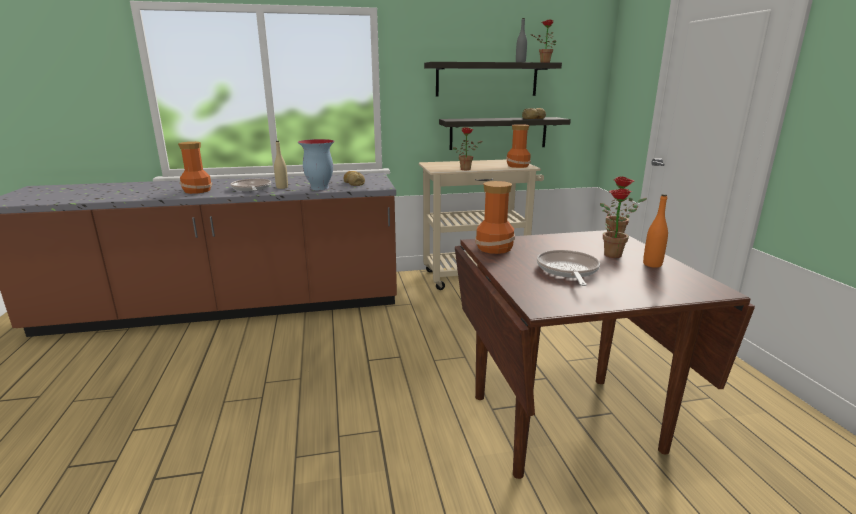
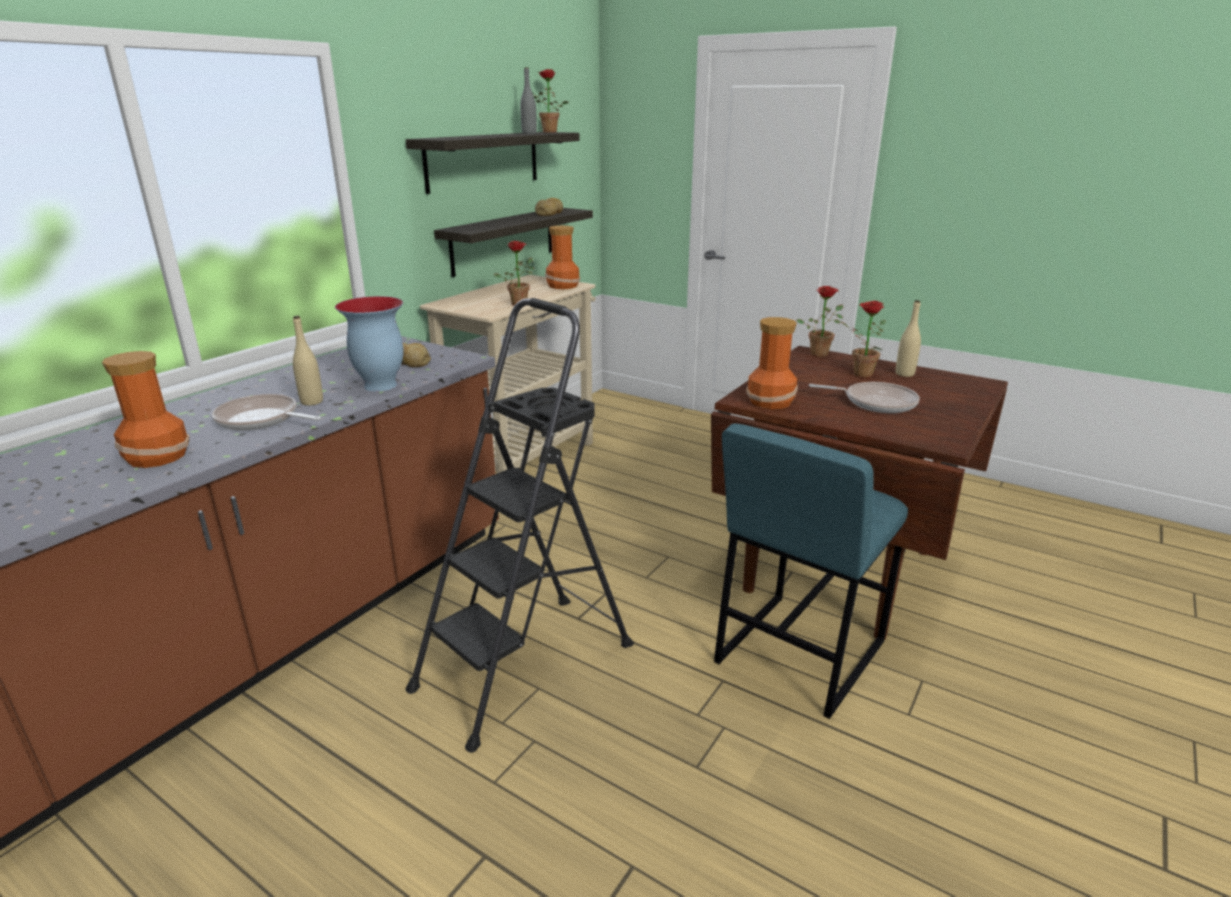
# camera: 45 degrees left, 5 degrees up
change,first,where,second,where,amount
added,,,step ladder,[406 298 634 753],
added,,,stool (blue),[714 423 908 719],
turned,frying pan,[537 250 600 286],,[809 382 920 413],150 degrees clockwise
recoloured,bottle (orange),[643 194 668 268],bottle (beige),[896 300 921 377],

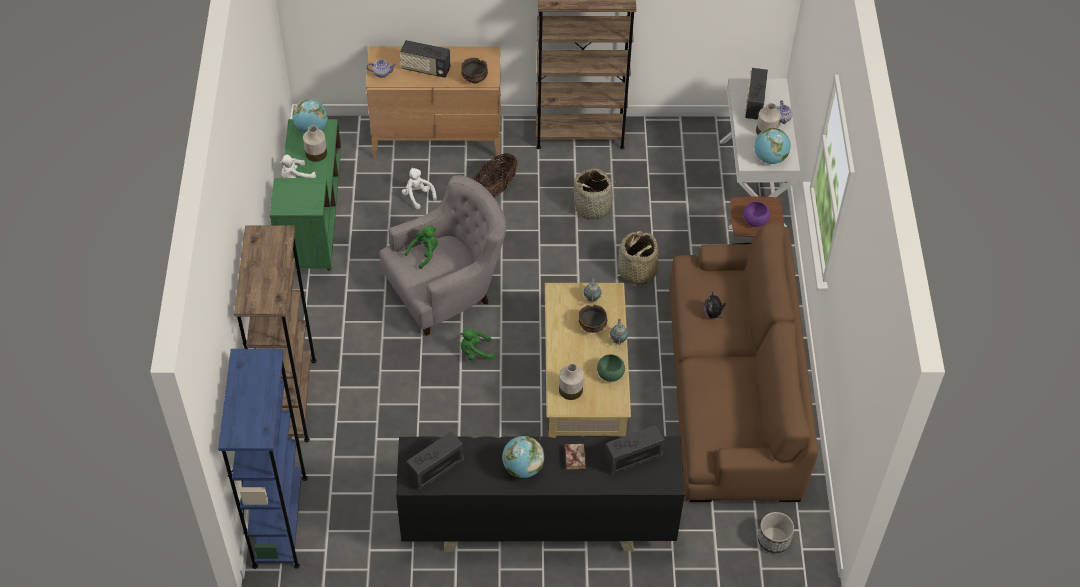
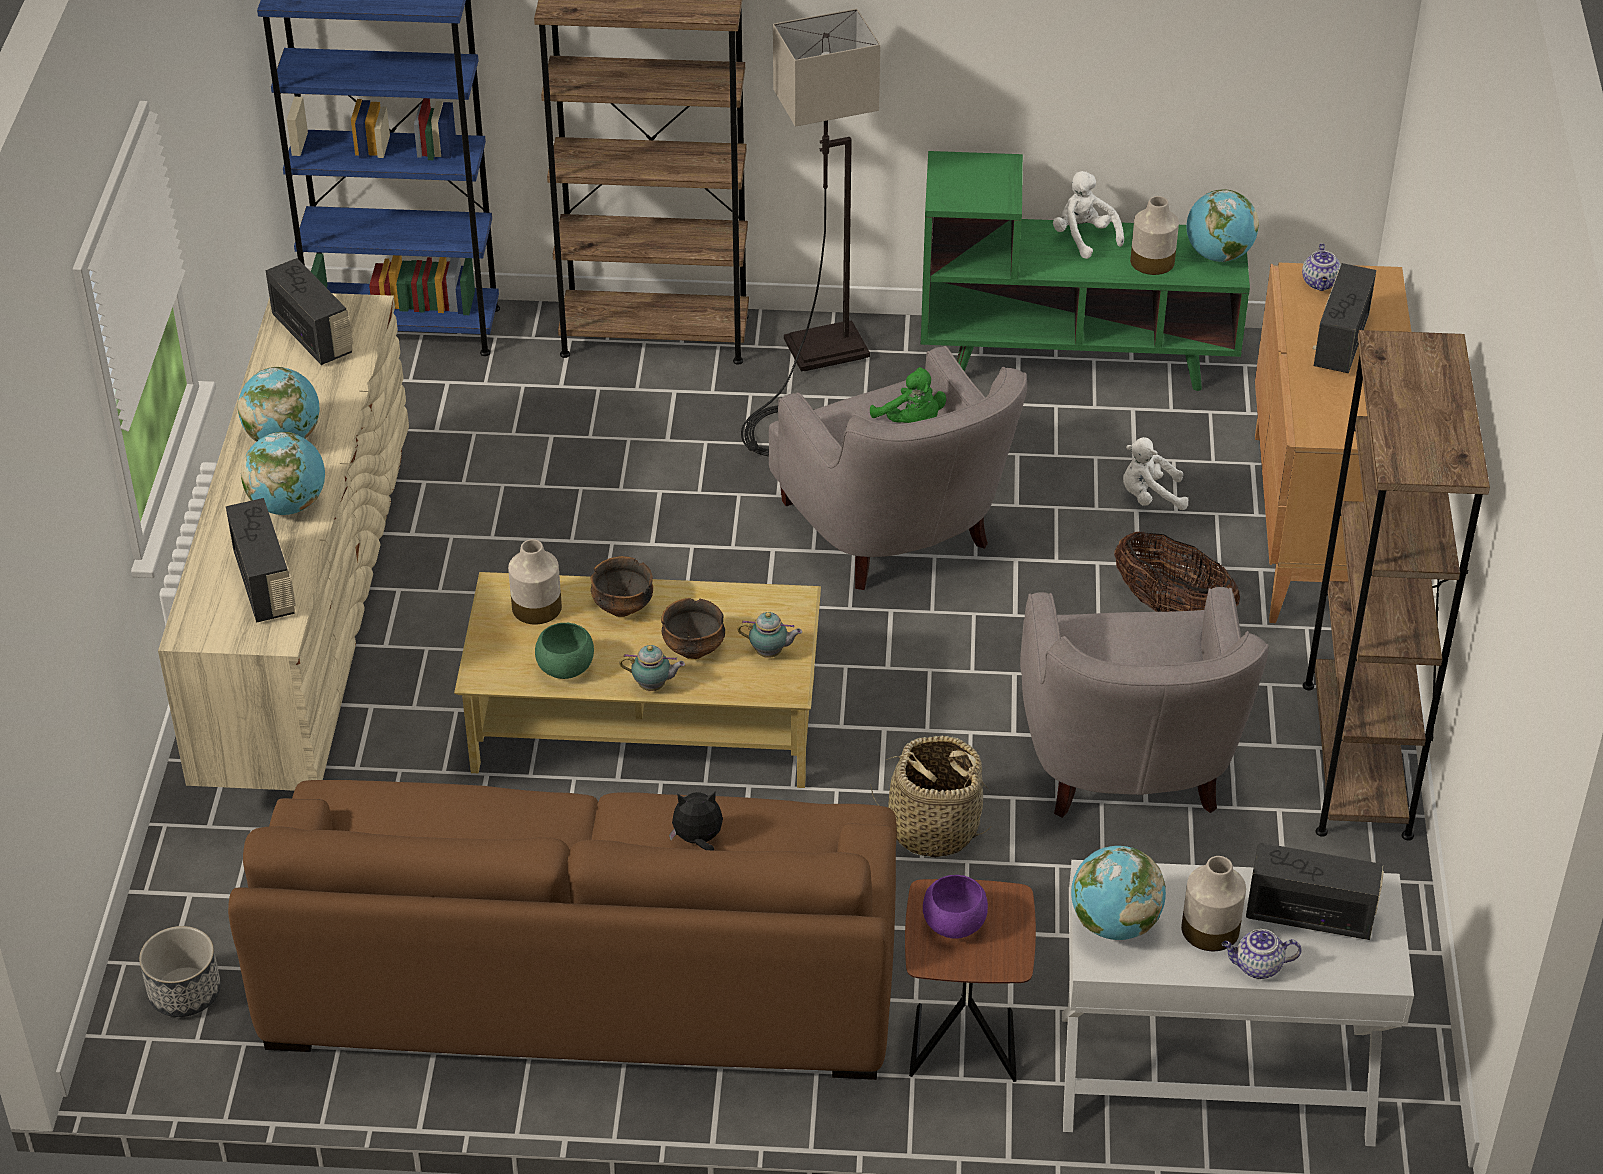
# camera: 95 degrees right, 10 degrees down
change,first,where,second,where,amount
recoloured,cabinet (black),[396 436 684 552],cabinet (beige),[158 293 409 791],
replaced,book,[565 444 586 470],globe,[241 432 325 515],
moved,bowl,[461 58 488 84],,[591 556 653 617],
added,,,floor lamp,[741 8 880 456],
replaced,basket,[570 168 616 220],armchair (grey),[1020 587 1269 818],
turned,plush toy (white),[402 168 437 209],,[1123 437 1189 510],150 degrees counterclockwise
removed,plush toy (green),[460 328 494 361],,,

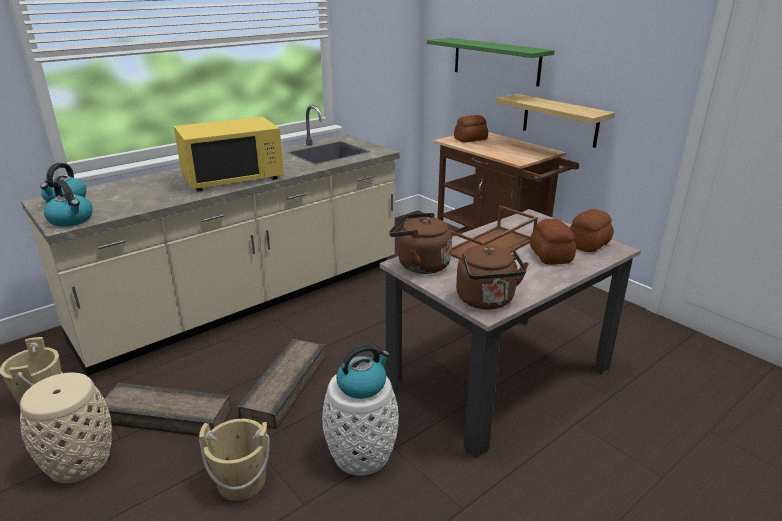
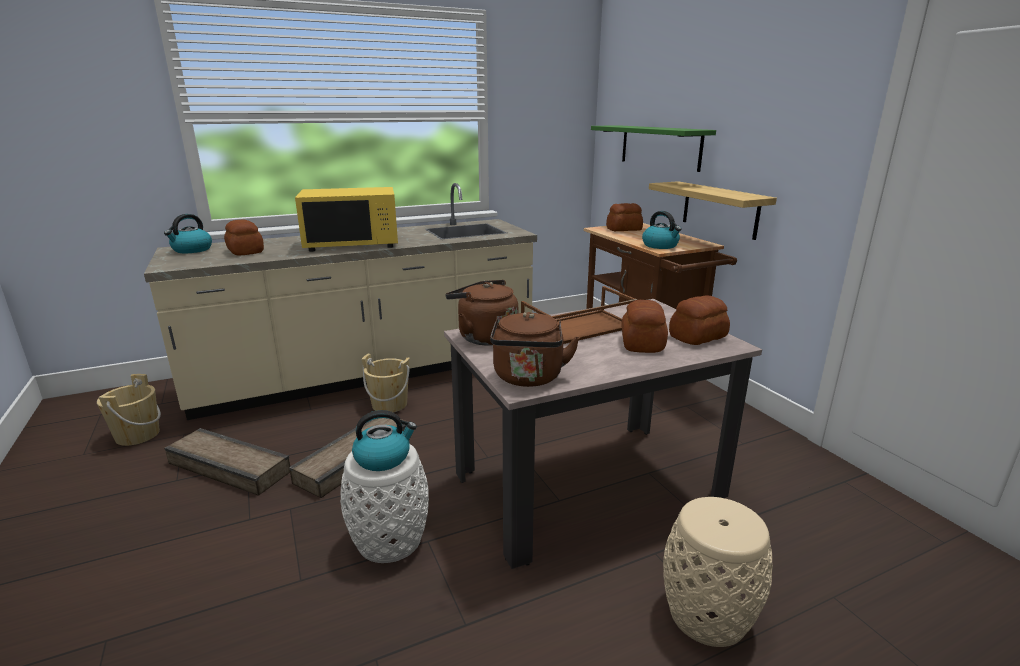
# camera: 15 degrees right, 5 degrees down
change,first,where,second,where,amount
added,,,bread,[224 219 264 255],
moved,bucket (beige),[199 419 270 501],,[362 353 409 412],
moved,kettle,[44 180 93 227],,[642 211 682 249],
moved,stool (beige),[20 373 112 483],,[663 497 773 647],

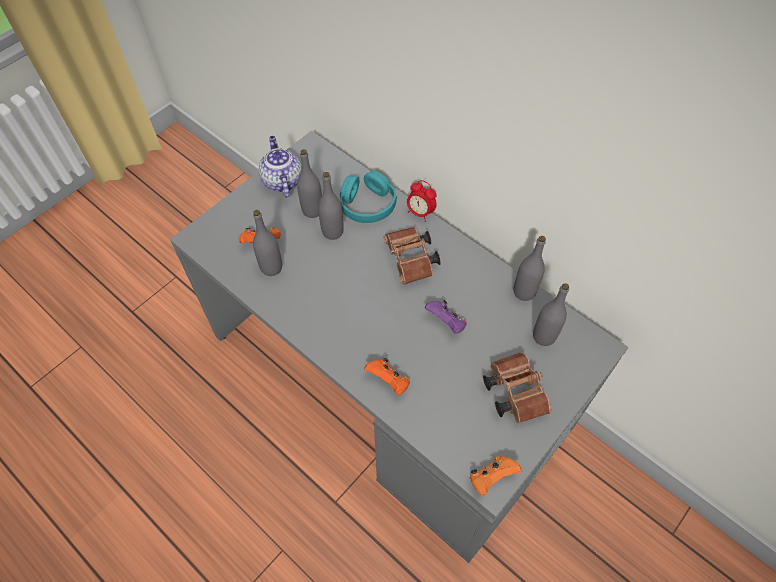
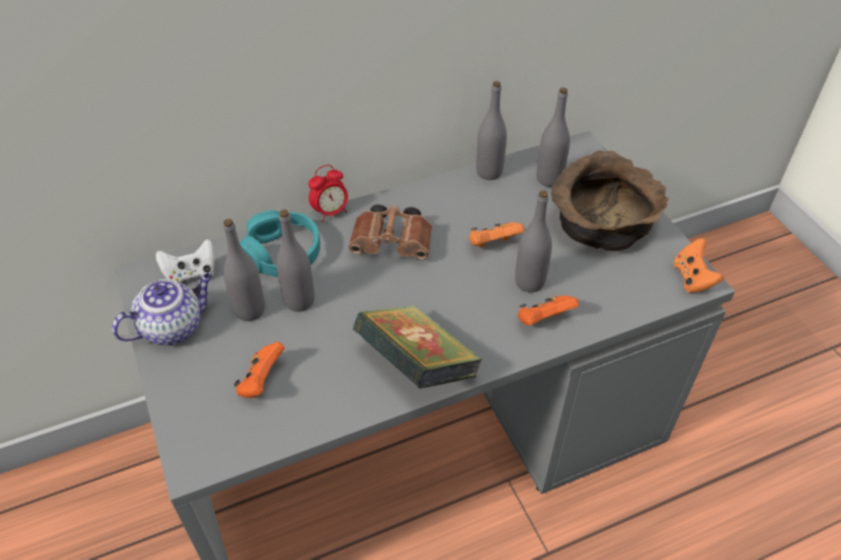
# camera: 65 degrees left, 10 degrees down
change,first,where,second,where,amount
turned,teapot,[259 136 302 198],,[112 273 212 345],135 degrees clockwise
added,,,game controller (white),[156 239 215 283],
added,,,book,[353 305 483 389],
recoloured,game controller (purple),[425 300 467 334],game controller (orange),[469 222 524 248],
moved,bottle (grey),[253 210 282 276],,[515 190 552 292],
replaced,binoculars (brown),[483 352 552 423],bowl (brown),[551 150 669 251],

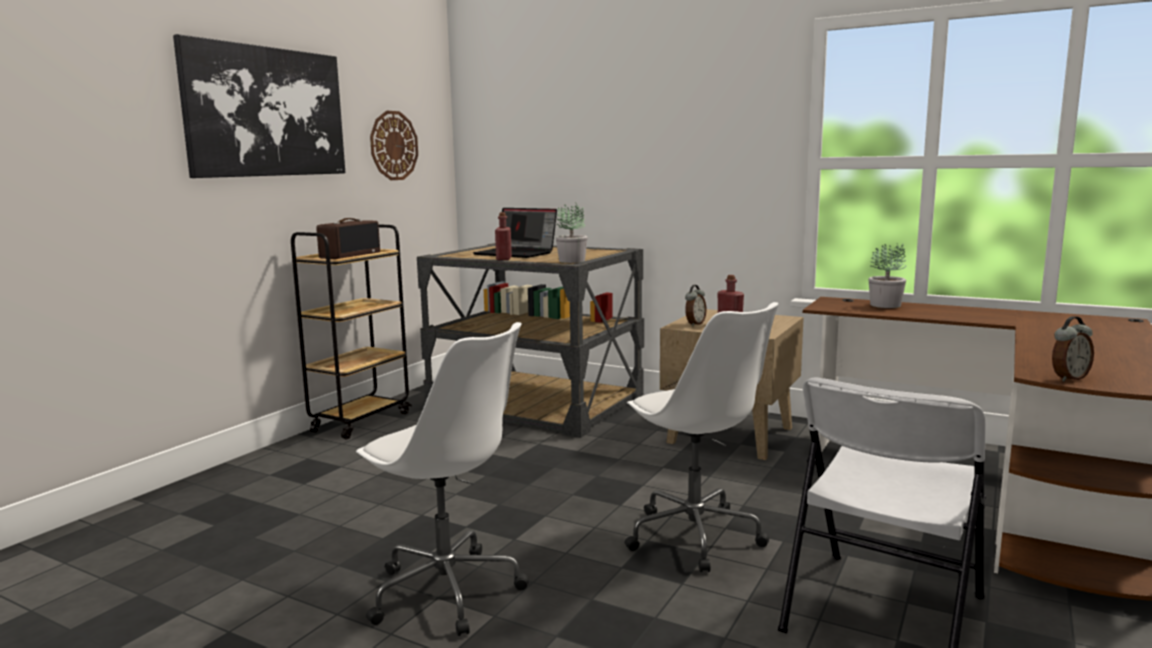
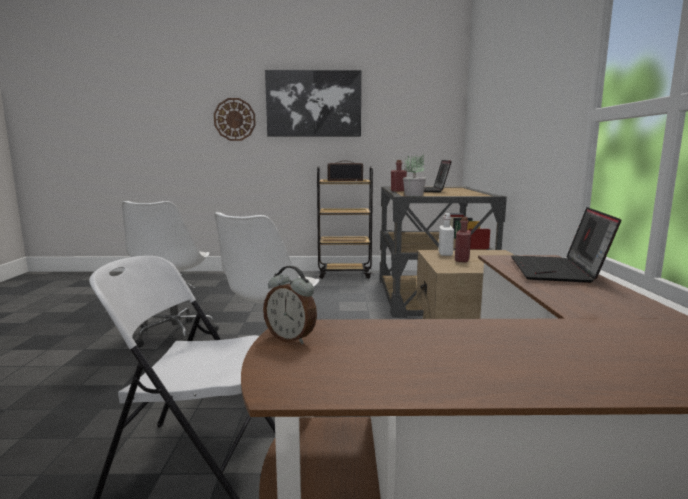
# camera: 60 degrees right, 0 degrees up
change,first,where,second,where,amount
moved,wall clock,[370 111 418 180],,[214 98 256 141],
replaced,alarm clock,[685 285 706 326],bottle (white),[438 213 454 256],
replaced,potted plant,[868 243 907 308],laptop,[511 207 621 283],

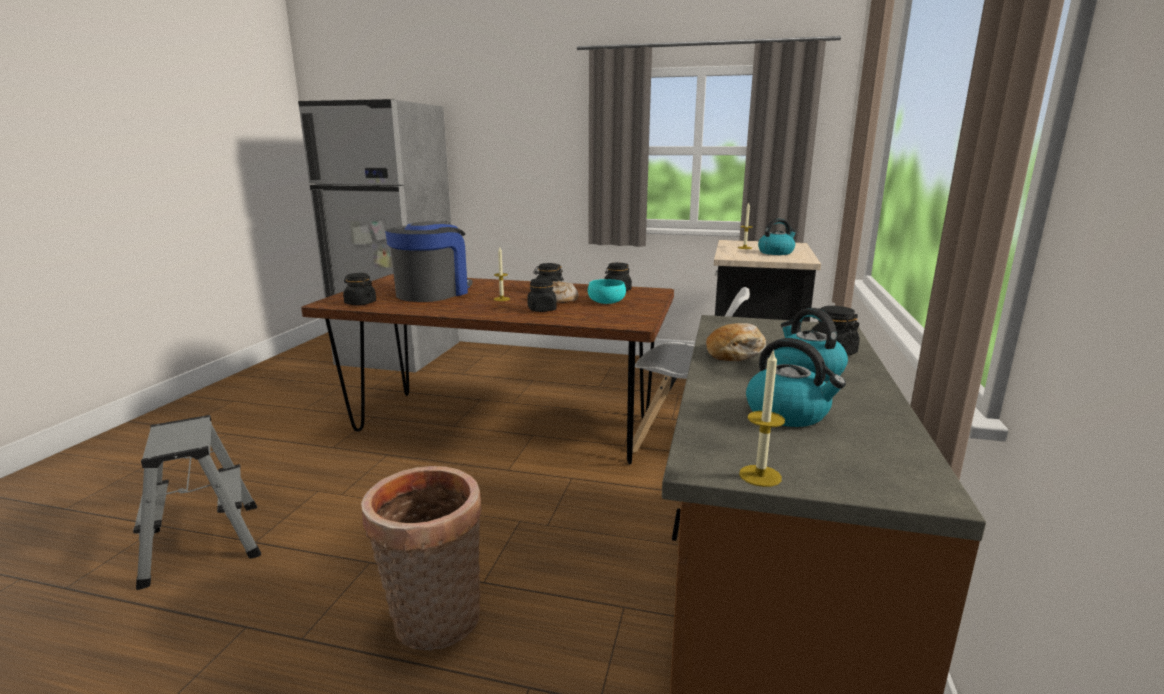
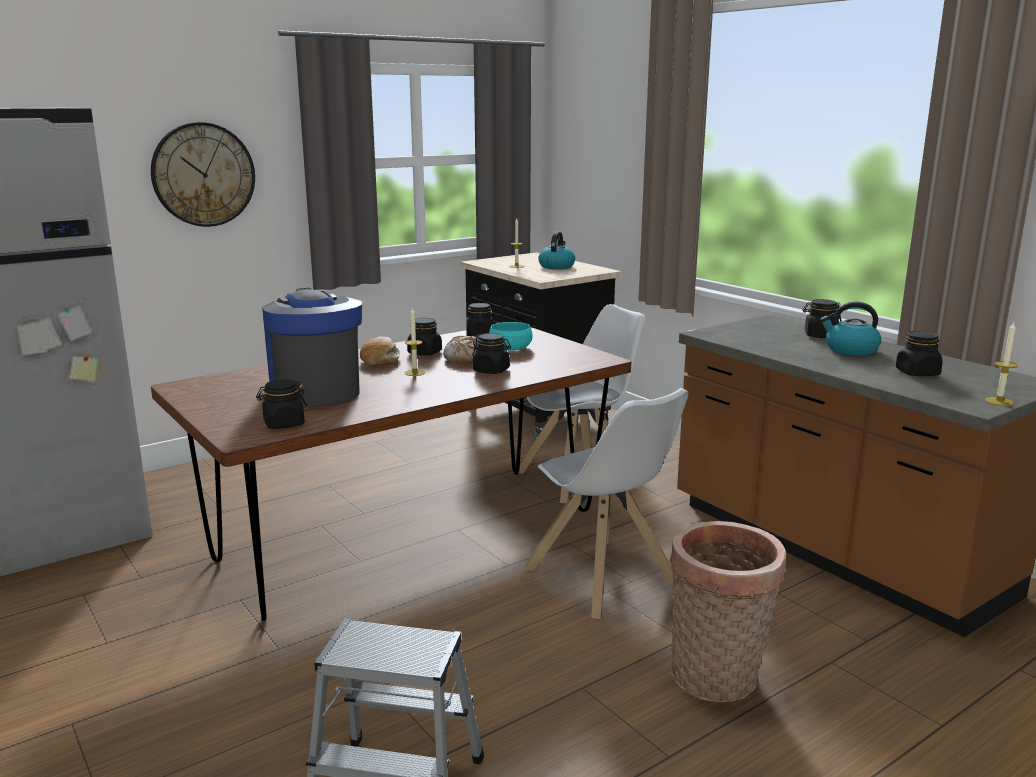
# camera: 50 degrees left, 0 degrees up
change,first,where,second,where,amount
added,,,wall clock,[151 122 255 227],
moved,bread,[706 323 766 361],,[360 336 400 367],
added,,,chair,[524 388 688 619],
replaced,kettle,[746 338 846 427],jar (black),[896 331 943 376],

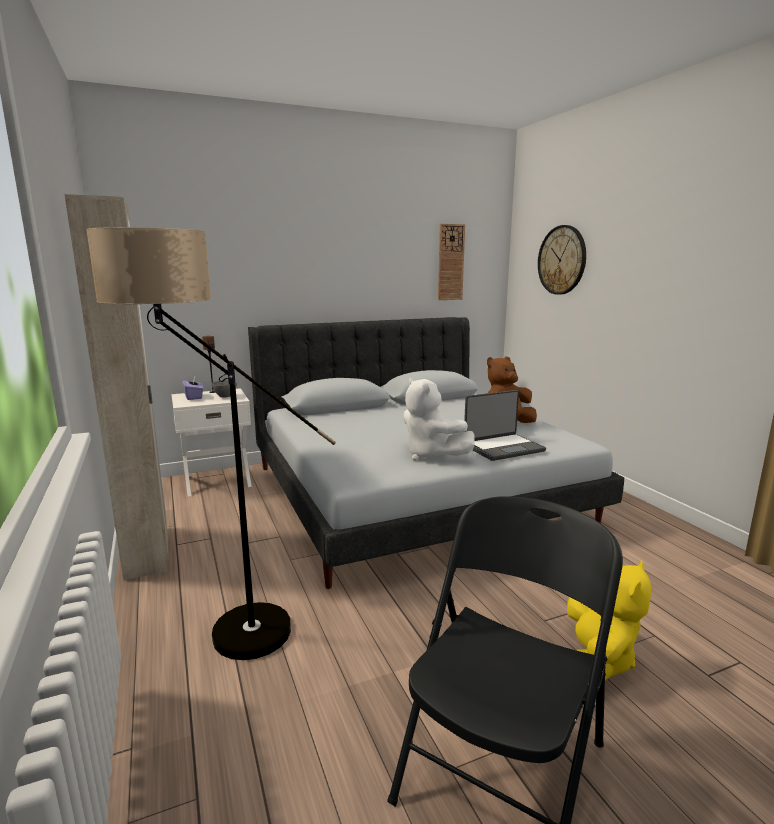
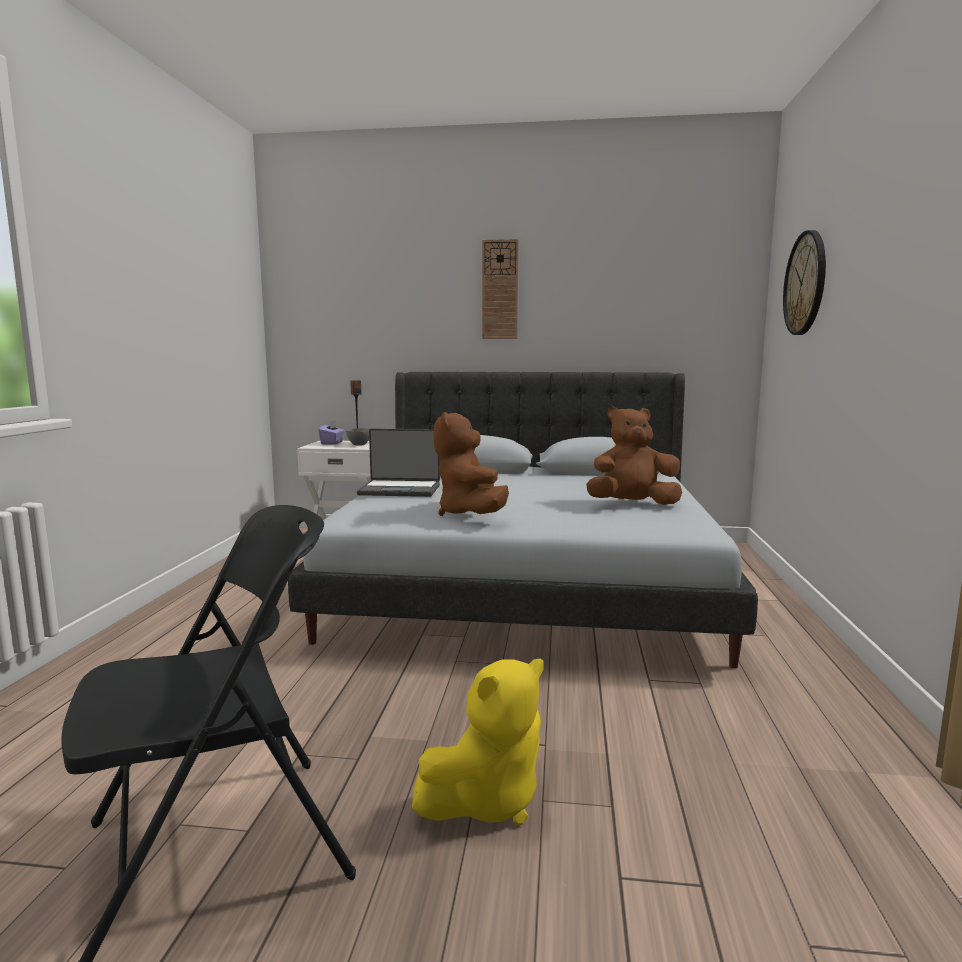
# camera: 30 degrees right, 5 degrees down
change,first,where,second,where,amount
moved,laptop,[464 390 546 461],,[357 429 440 497],
recoloured,plush toy (white),[403 378 474 461],plush toy (brown),[434 412 509 516],
moved,wall clock,[438 224 465 300],,[482 239 519 339],
removed,wardrobe (beige),[64 194 169 580],,,
removed,floor lamp,[86 227 336 660],,,

